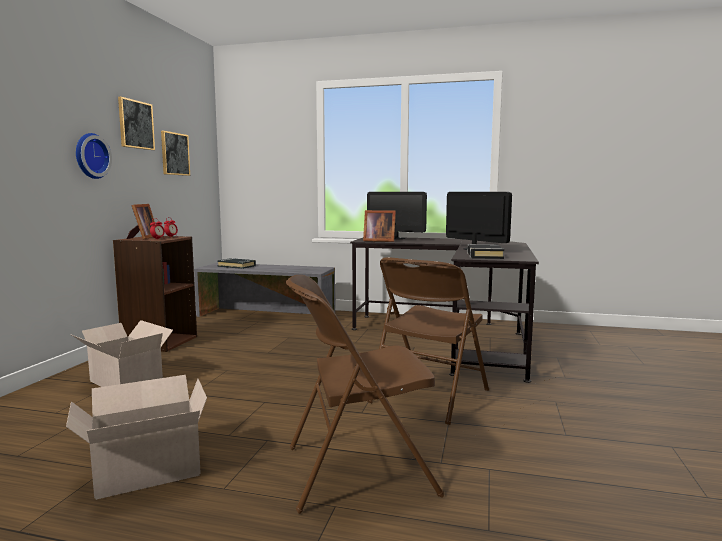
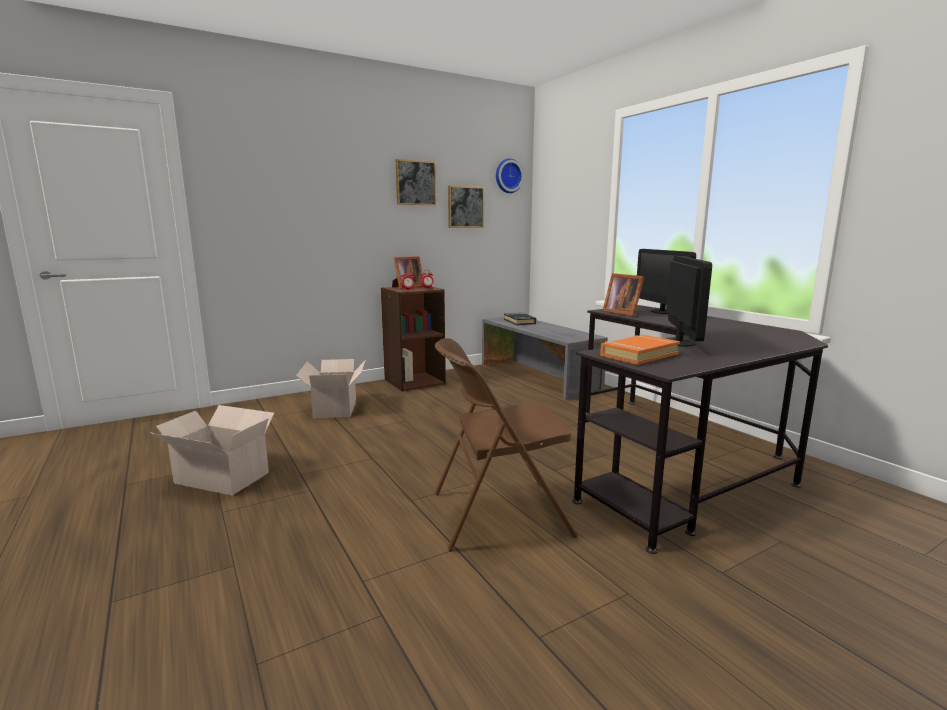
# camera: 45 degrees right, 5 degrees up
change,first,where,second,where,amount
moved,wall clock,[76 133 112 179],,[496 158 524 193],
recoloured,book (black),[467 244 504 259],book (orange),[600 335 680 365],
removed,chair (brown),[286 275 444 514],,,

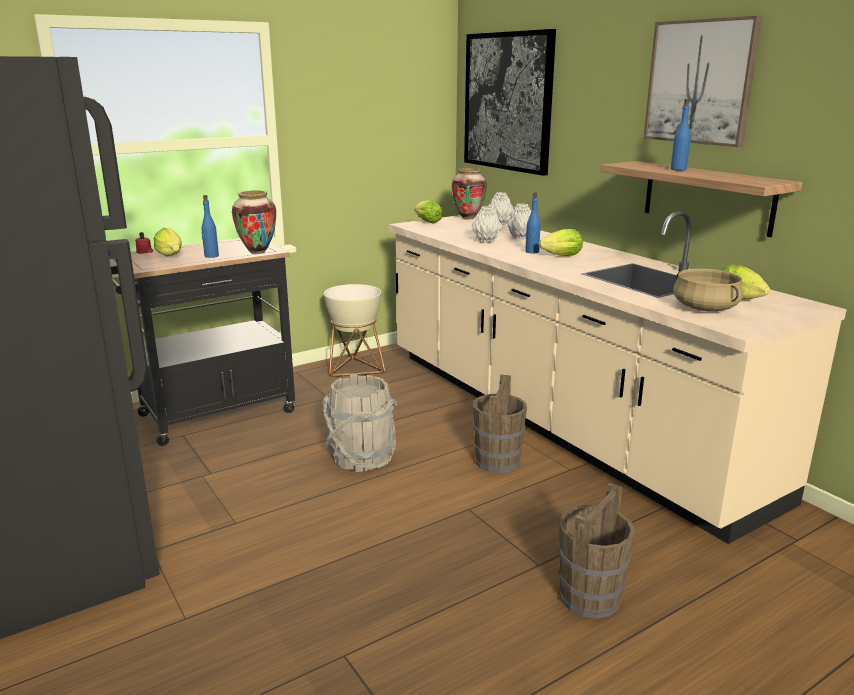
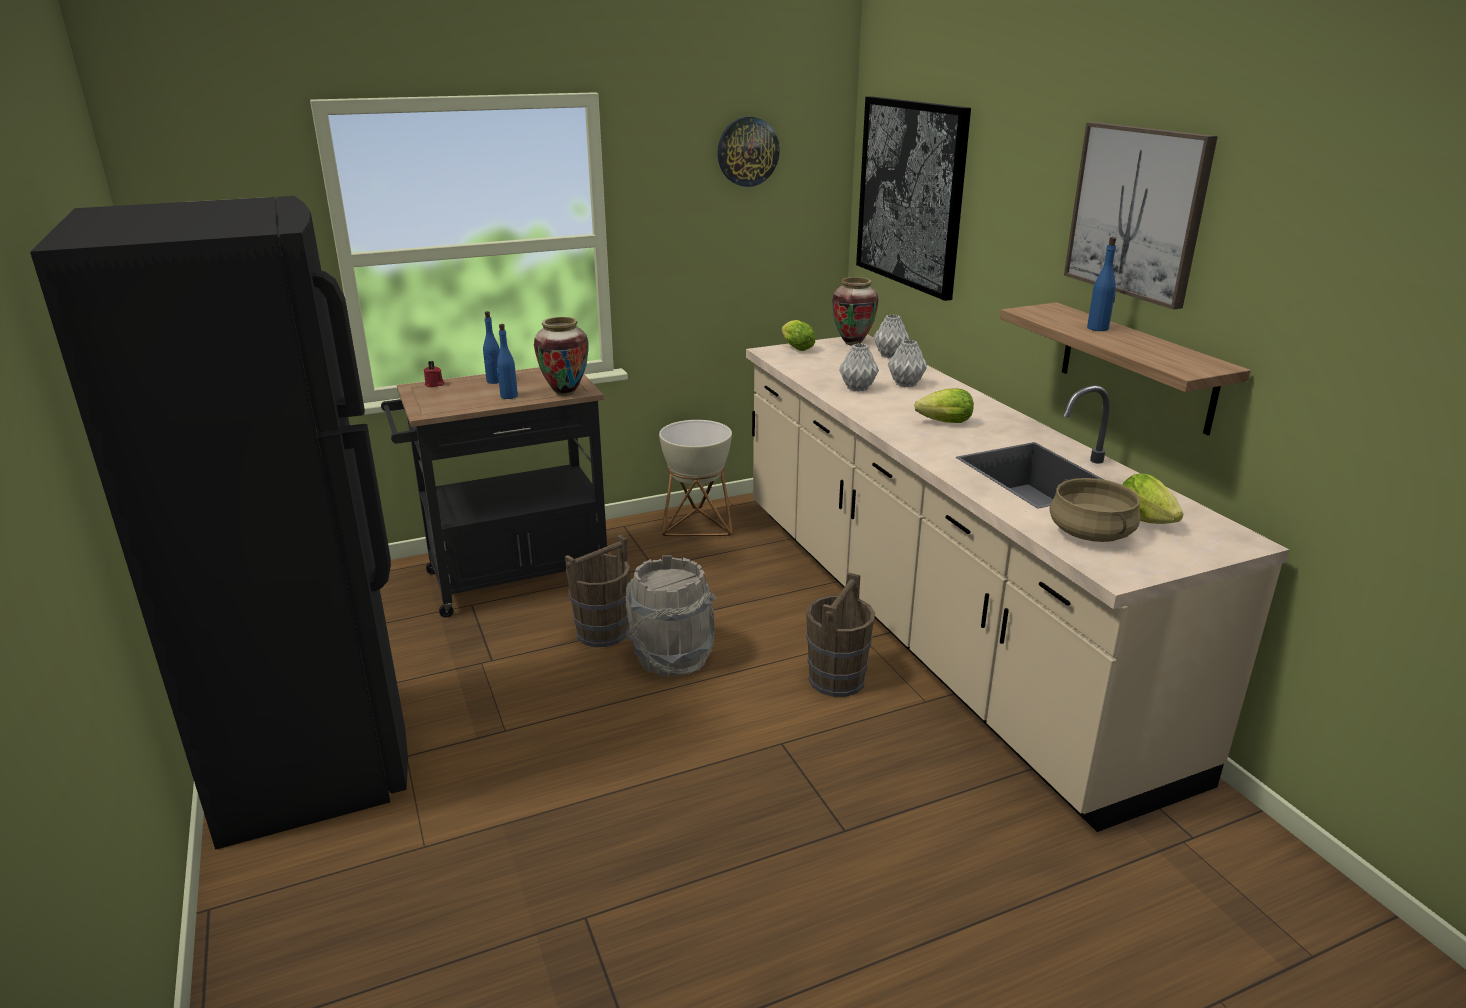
# camera: 10 degrees right, 5 degrees up
change,first,where,second,where,amount
moved,bottle (blue),[525 192 541 253],,[483 311 500 384],
moved,bucket (brown),[558 483 635 619],,[565 535 630 647],
added,,,wall clock,[717 117 780 187],
removed,lettuce,[154 228 182 256],,,

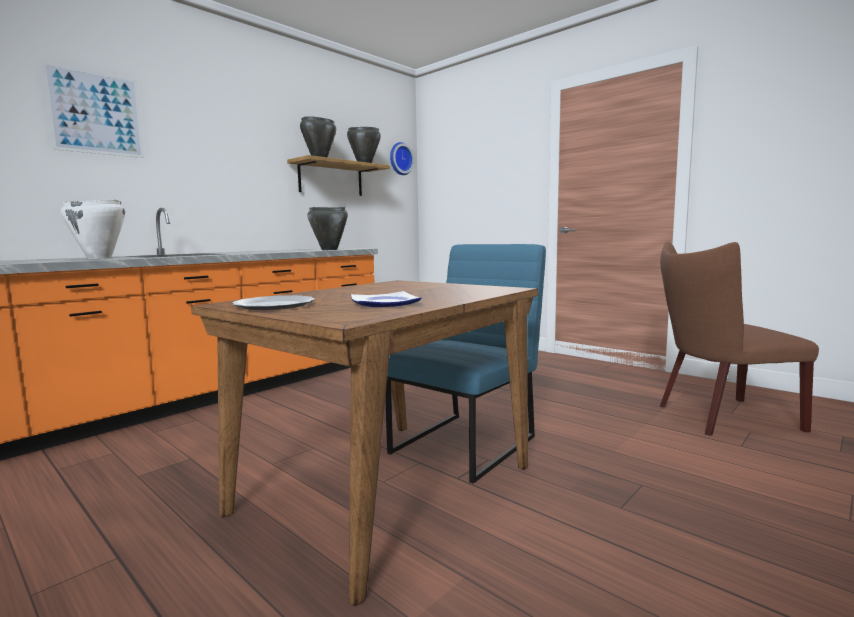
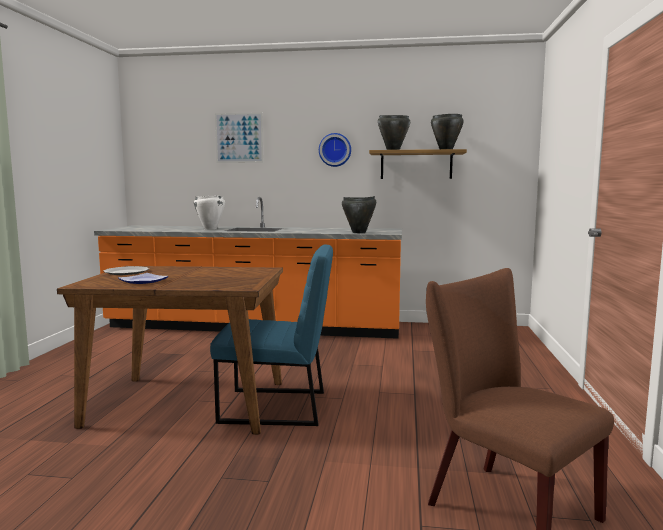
# camera: 55 degrees right, 0 degrees up
change,first,where,second,where,amount
moved,wall clock,[390 142 414 175],,[319 133 351 167],

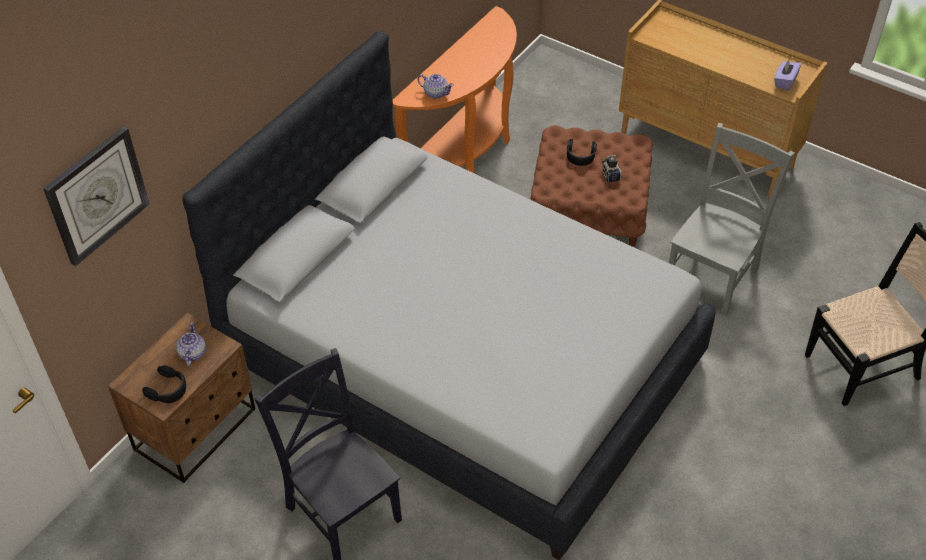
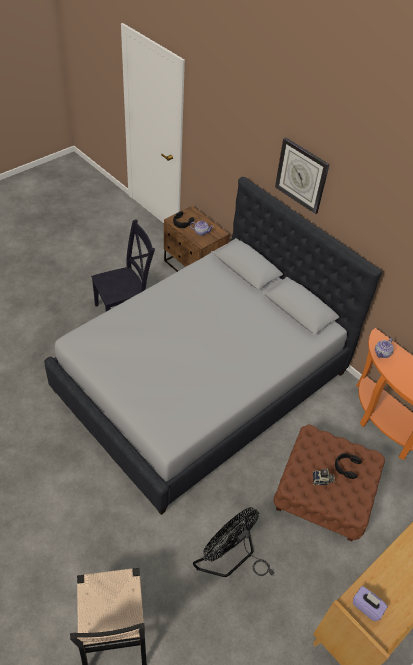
# camera: 100 degrees right, 0 degrees up
change,first,where,second,where,amount
replaced,chair (grey),[669 123 795 316],fan (black),[193 507 274 577],
moved,wall clock,[43 126 150 266],,[275 137 329 214],

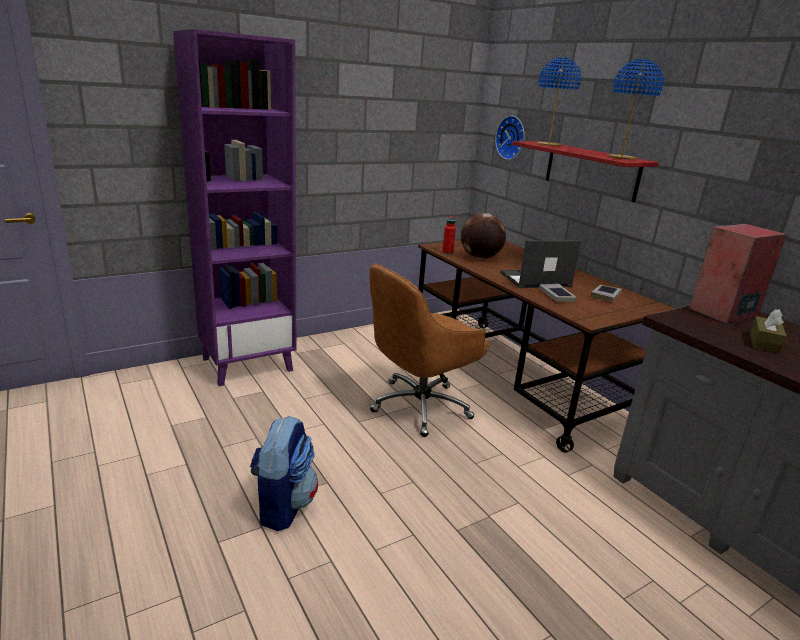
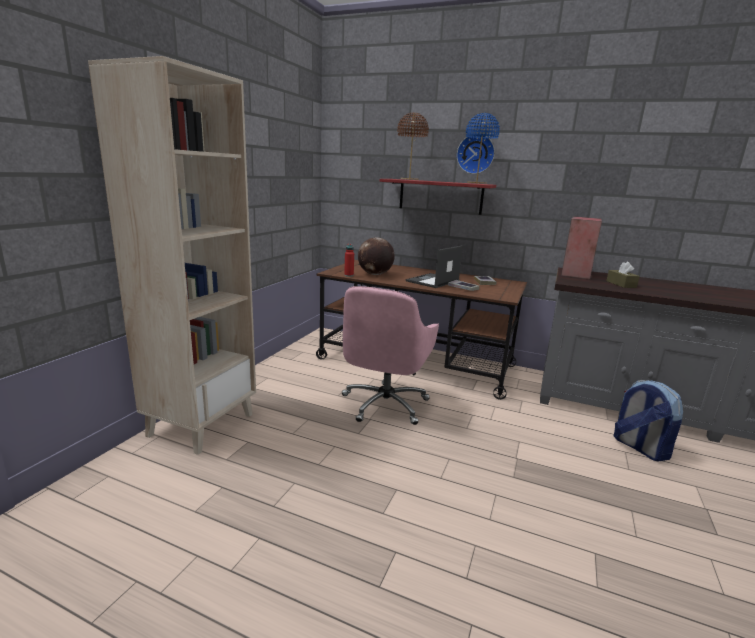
# camera: 35 degrees left, 5 degrees down
change,first,where,second,where,amount
recoloured,bookcase (purple),[173 29 296 386],bookcase (beige),[88 56 256 455],
recoloured,office chair (brown),[370 263 489 437],office chair (pink),[342 286 439 425],
recoloured,table lamp (blue),[537 57 581 146],table lamp (brown),[397 112 429 180],
moved,wall clock,[495 116 525 160],,[457 135 495 174],
moved,backpack,[250 416 318 531],,[613 380 683 462],

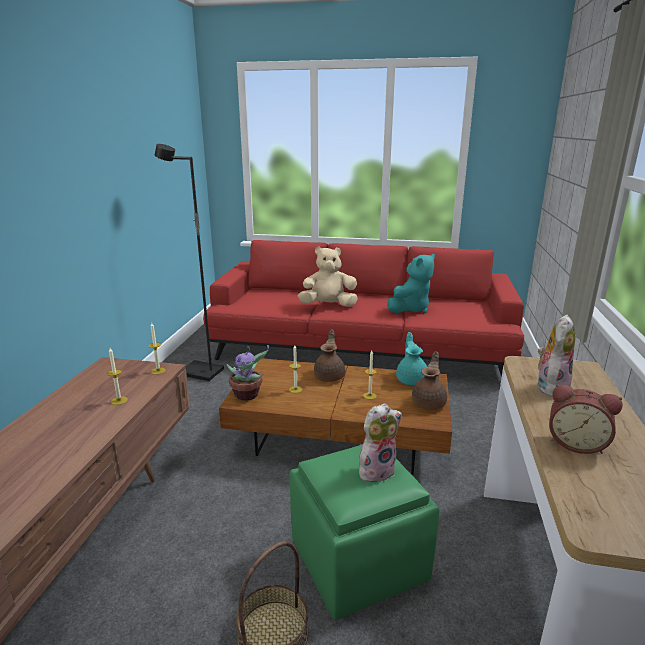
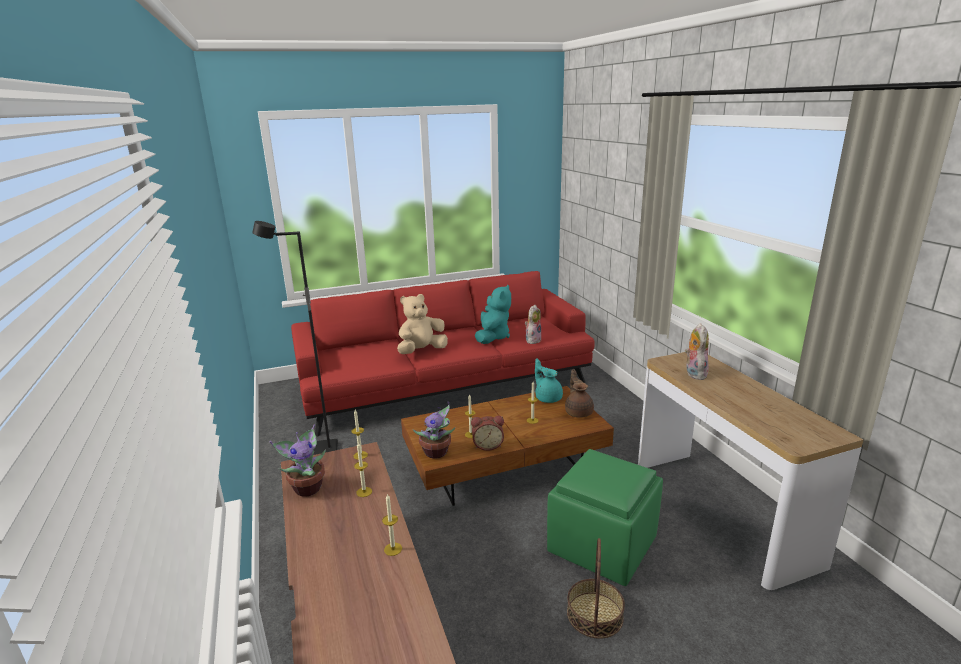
# camera: 30 degrees left, 0 degrees up
change,first,where,second,where,amount
added,,,potted plant,[270 424 326 497],
added,,,candle,[382 493 402 556],
moved,alarm clock,[549 384 623 454],,[471 416 504 451],
moved,plush toy,[359 403 402 482],,[525 305 541 344],
removed,teapot (brown),[314 329 345 382],,,

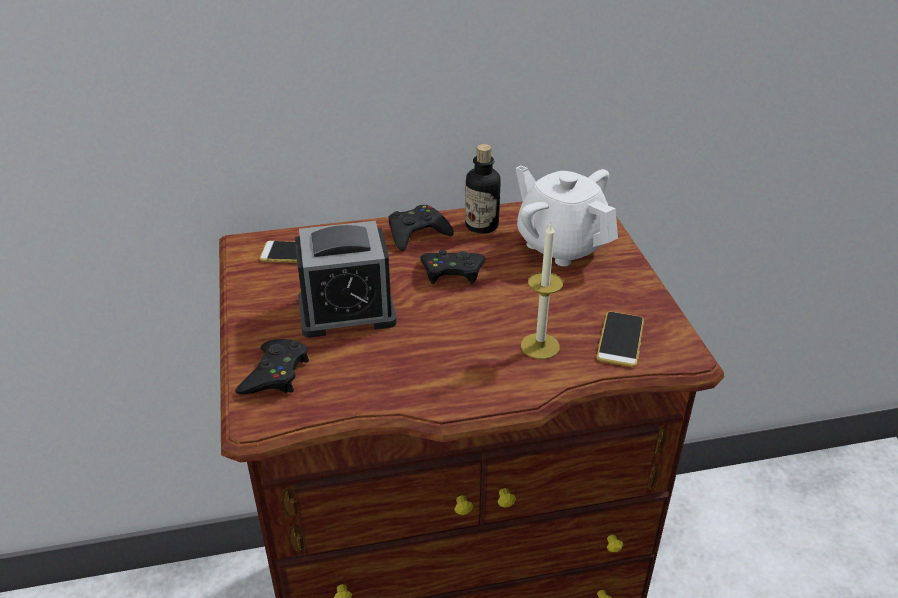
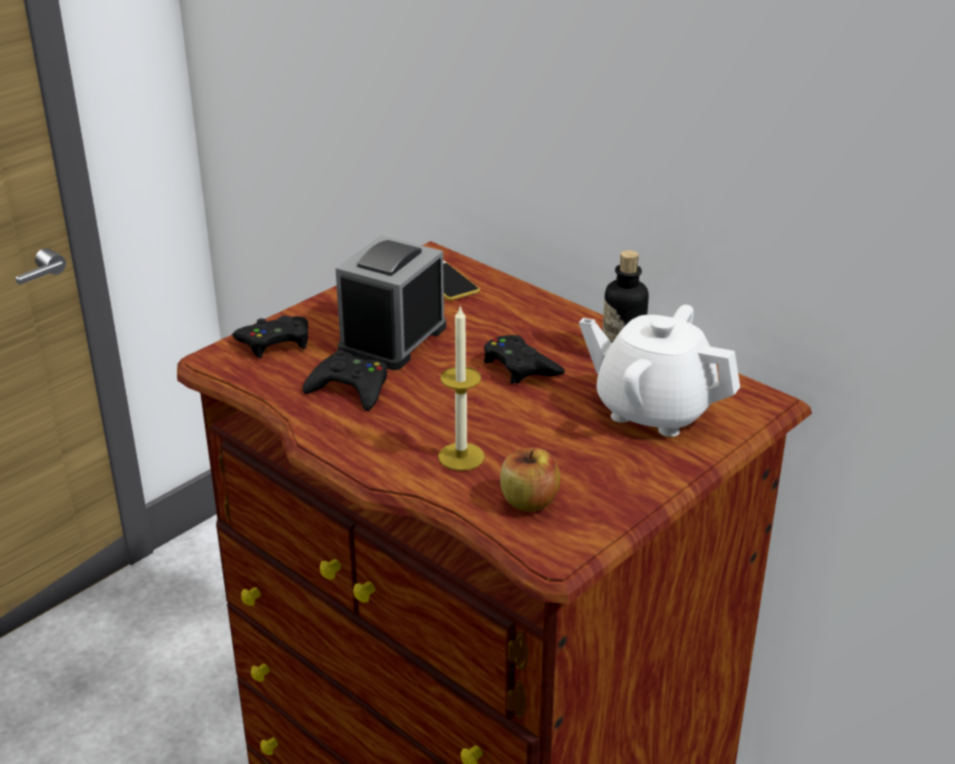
# camera: 55 degrees right, 5 degrees down
change,first,where,second,where,amount
moved,game controller (black),[388 205 453 251],,[303 350 387 411],
turned,alarm clock,[295 221 397 338],,[335 235 446 370],75 degrees clockwise
replaced,phone,[596 312 644 367],apple,[500 447 560 512],
turned,teapot (white),[516 166 618 266],,[579 305 740 437],75 degrees counterclockwise

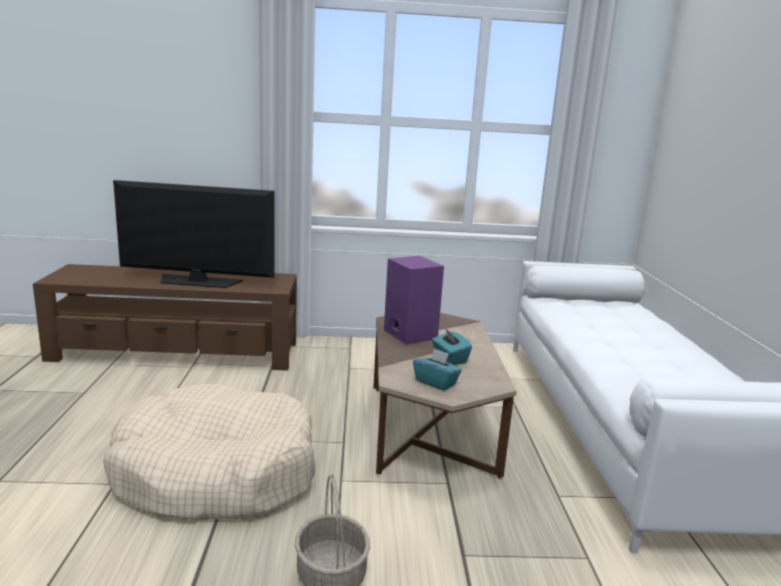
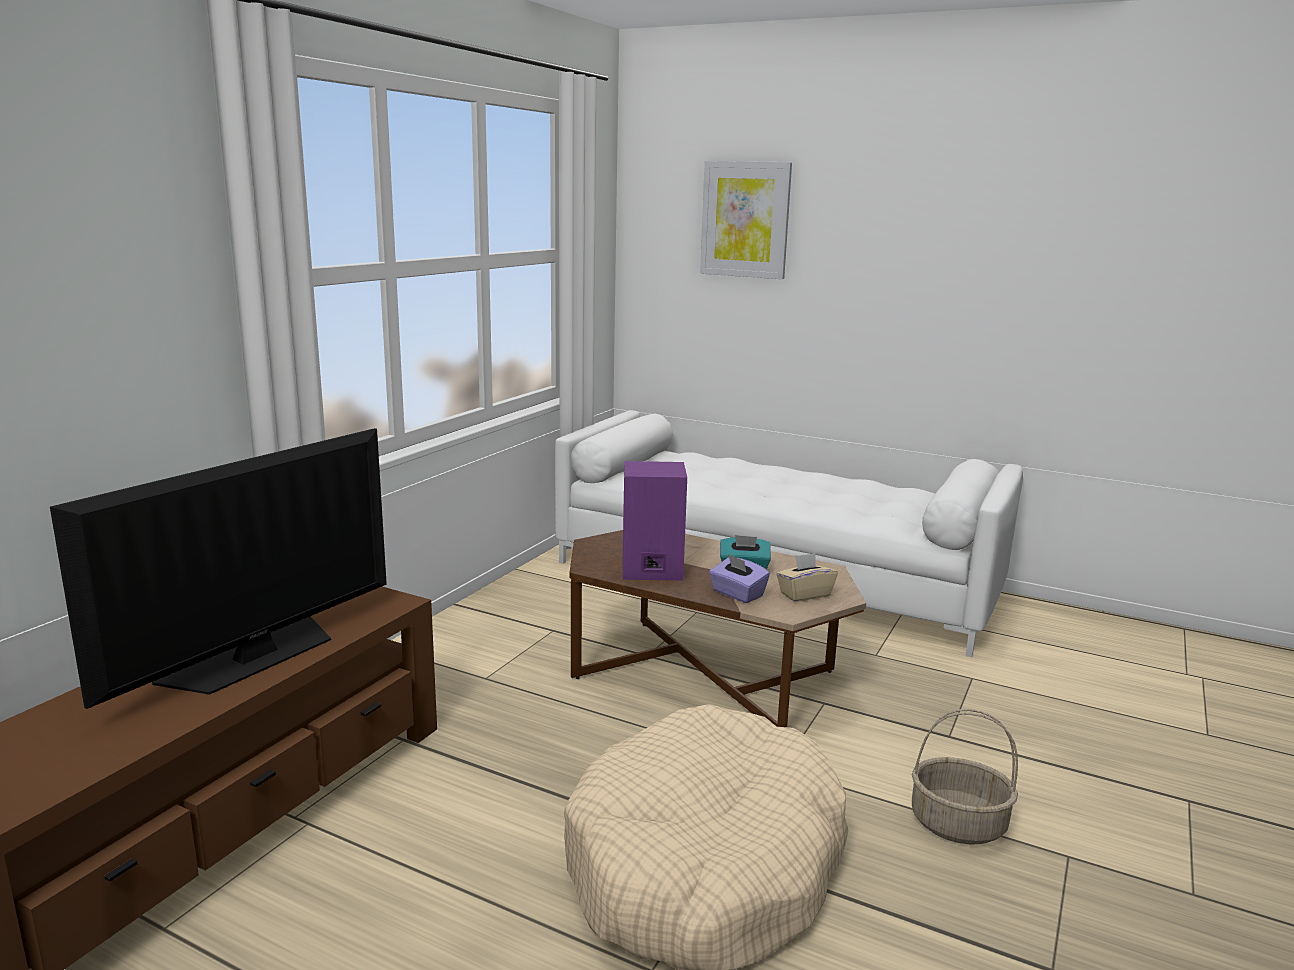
# camera: 60 degrees left, 0 degrees up
change,first,where,second,where,amount
added,,,picture,[700 161 792 279],
added,,,tissue box (purple),[709 554 770 603],
recoloured,tissue box (turquoise),[413 348 462 391],tissue box (beige),[776 553 838 602],

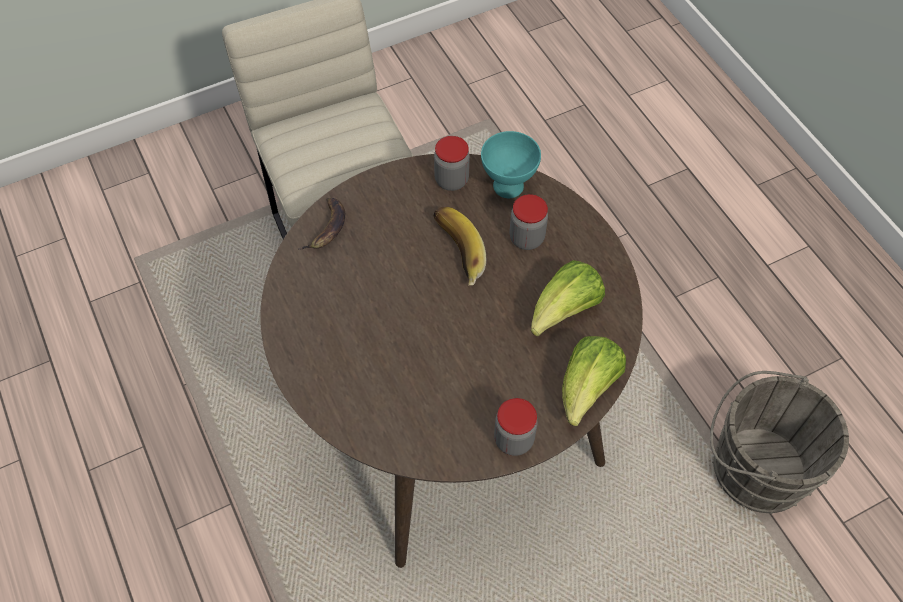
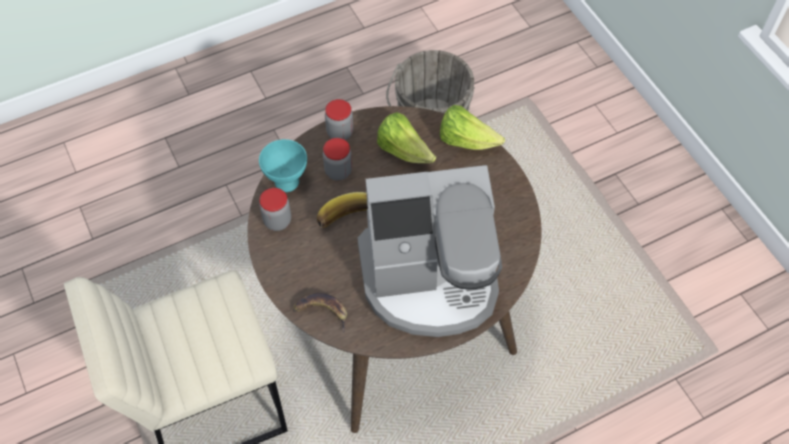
# camera: 90 degrees left, 0 degrees up
change,first,where,second,where,amount
moved,jar,[494 398 538 456],,[325 99 353 140],
added,,,coffee machine,[358 165 502 337],

